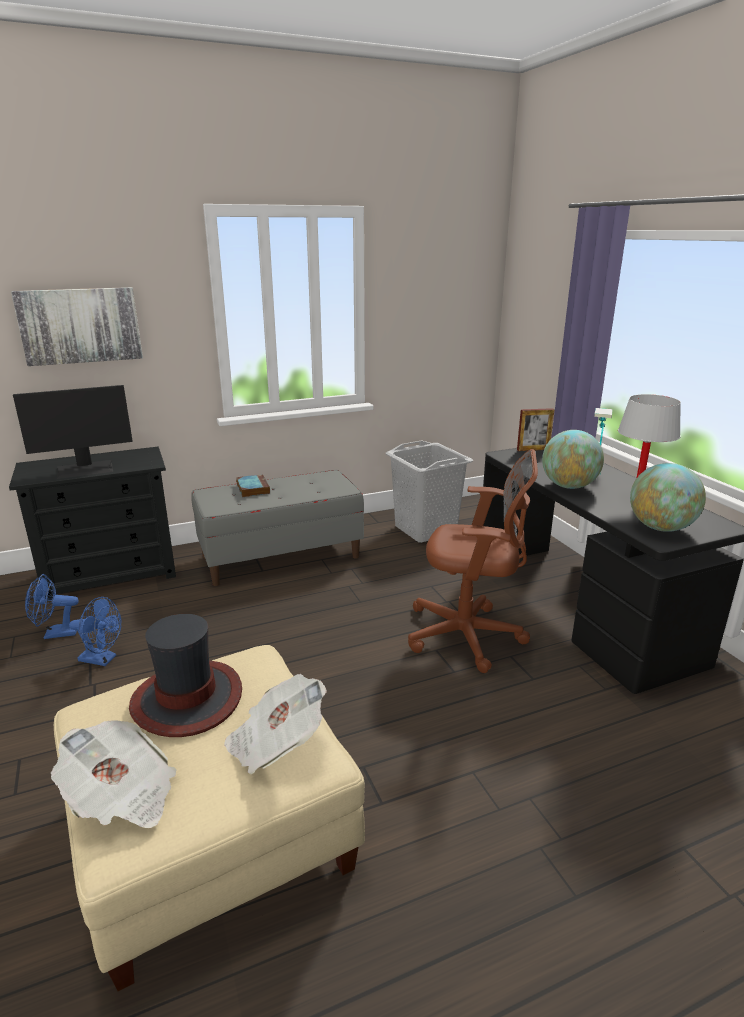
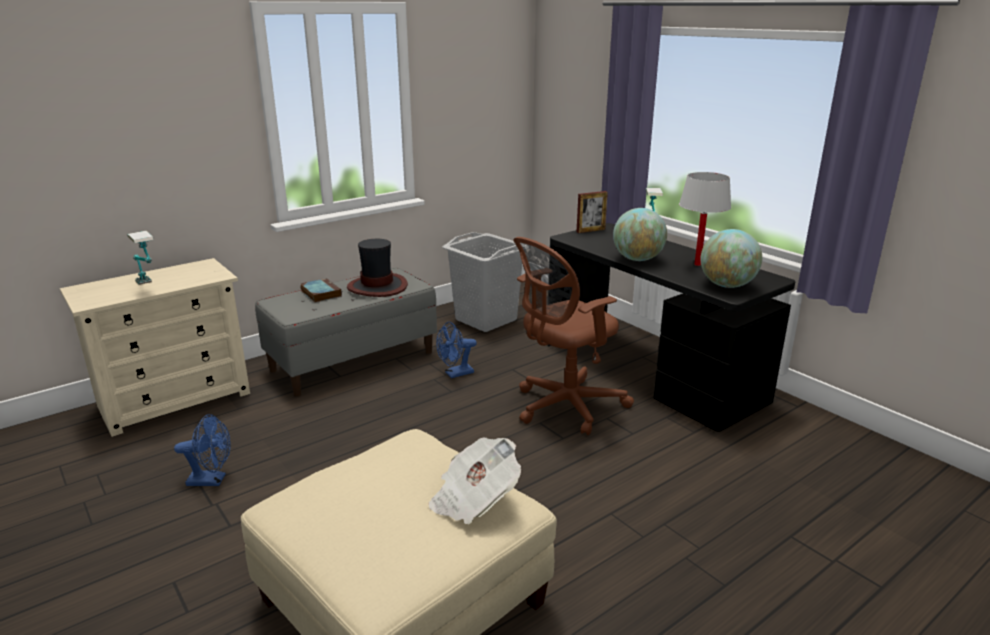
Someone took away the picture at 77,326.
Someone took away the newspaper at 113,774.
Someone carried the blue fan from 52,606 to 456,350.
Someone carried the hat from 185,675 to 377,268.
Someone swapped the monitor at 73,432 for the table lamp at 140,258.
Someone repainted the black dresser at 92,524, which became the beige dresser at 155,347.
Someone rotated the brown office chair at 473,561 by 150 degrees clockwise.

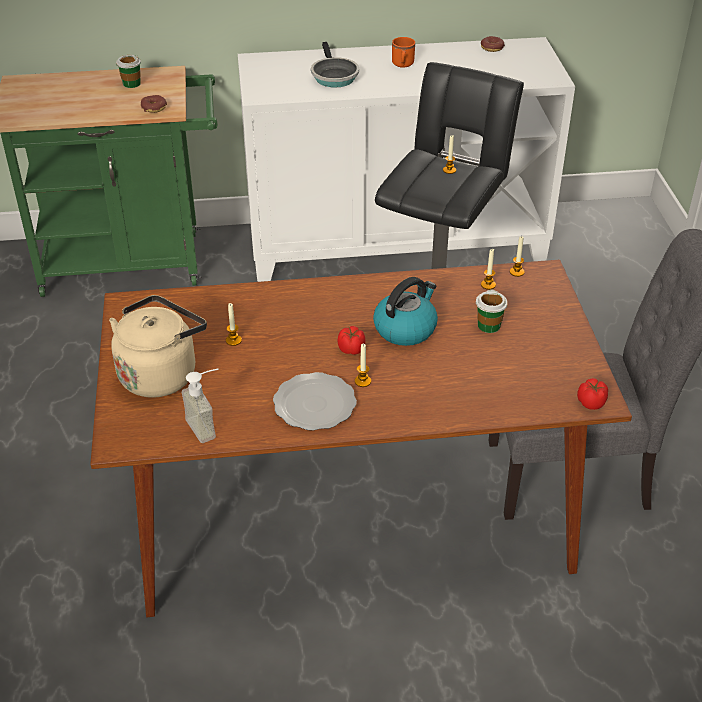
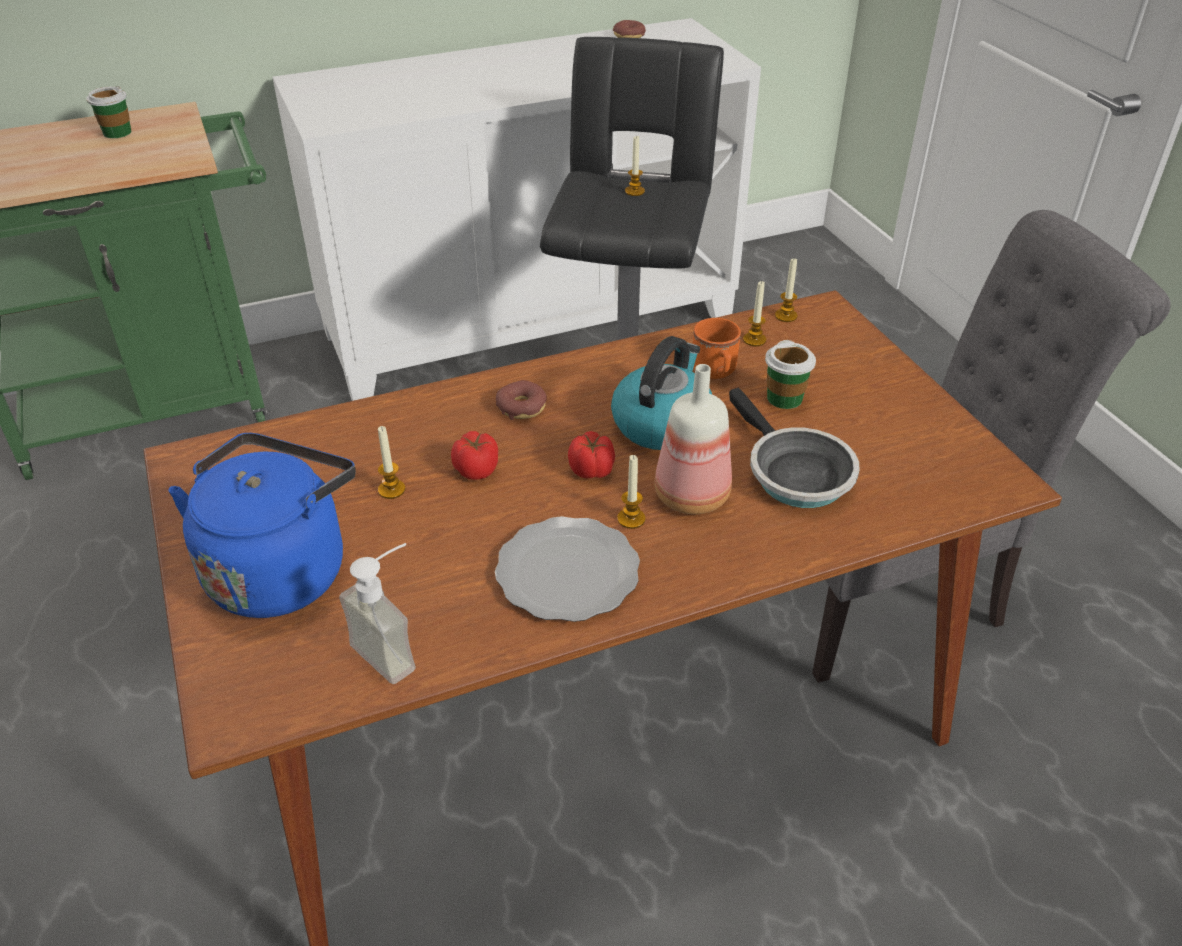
Someone put down the bottle at 693,439.
Someone carried the donut from 154,104 to 521,400.
Someone carried the frying pan from 335,64 to 794,448.
Someone carried the orange mug from 403,52 to 717,348.
Someone carried the tomato from 592,394 to 474,455.
Someone repainted the beige kettle at 158,346, which became the blue kettle at 262,525.

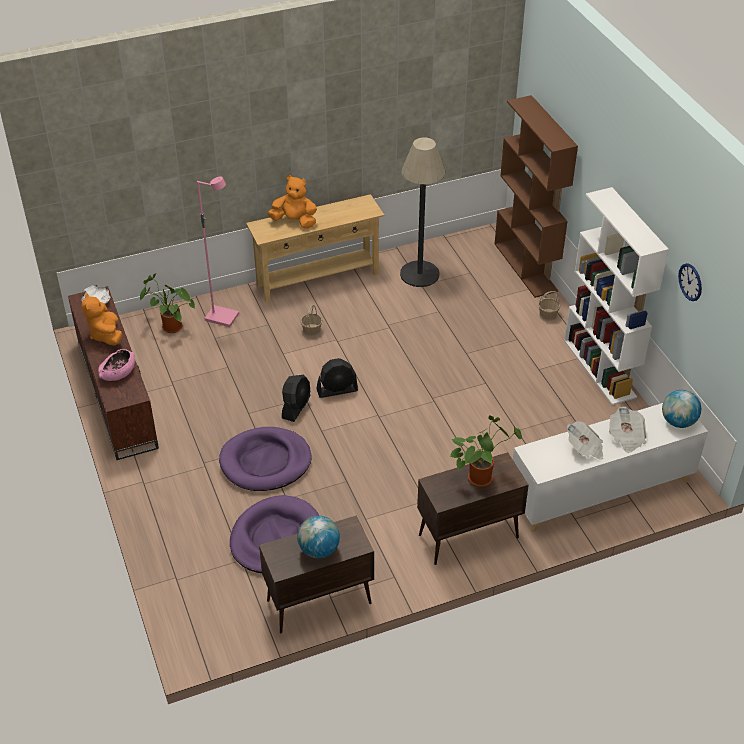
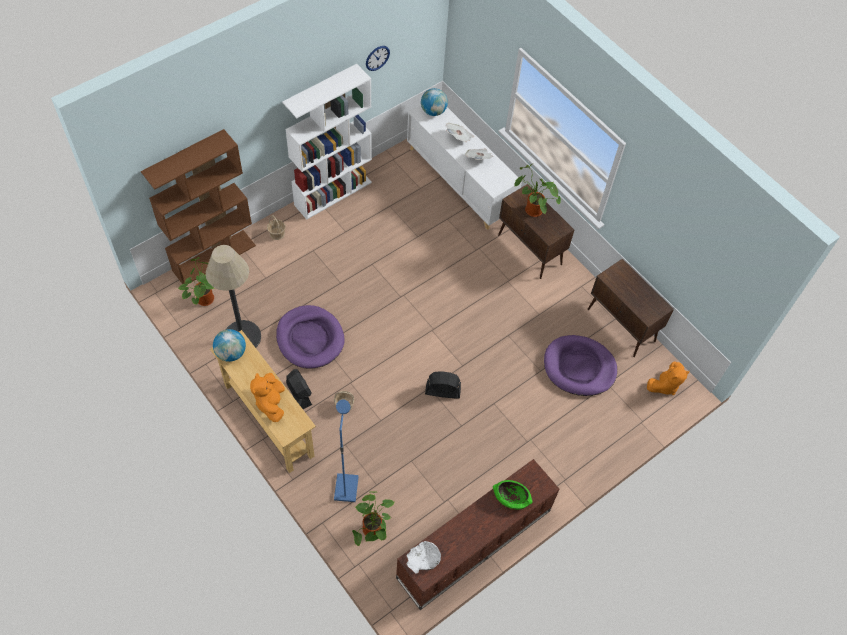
Someone put down the potted plant at 196,281.
Someone carried the orange plush toy from 102,319 to 668,378.
Someone carried the purple dog bed from 265,459 to 310,337.
Someone carried the globe from 318,537 to 229,345.
Someone carried the black fan from 337,378 to 299,389.
Someone repainted the pink bowl at 116,365, which became the green bowl at 513,495.
Someone repainted the pink floor lamp at 218,251, which became the blue floor lamp at 346,450.

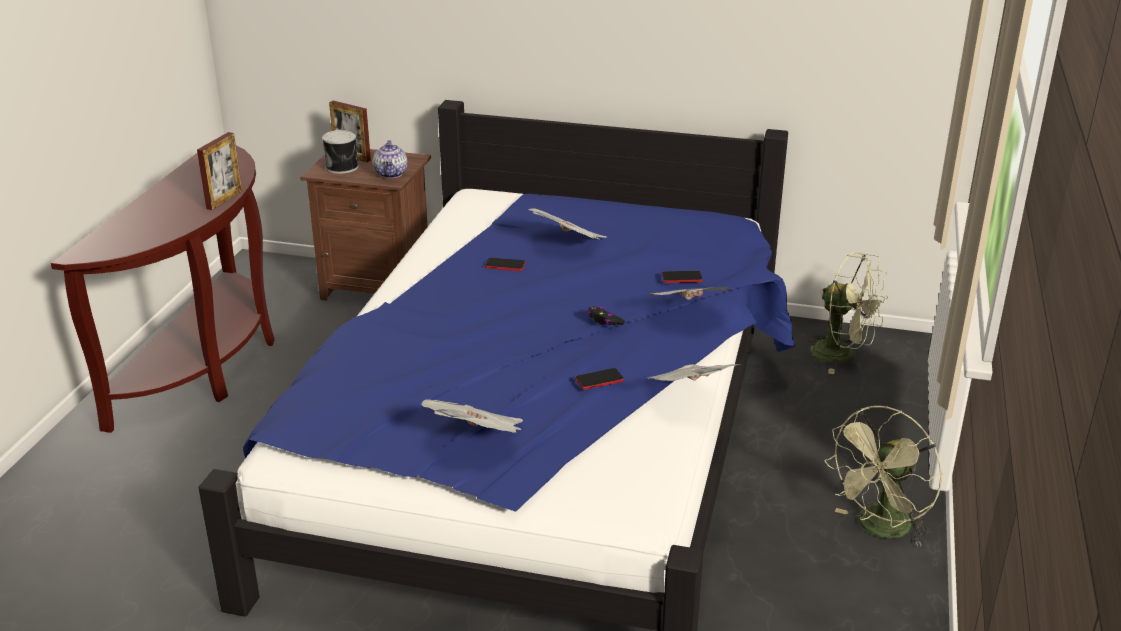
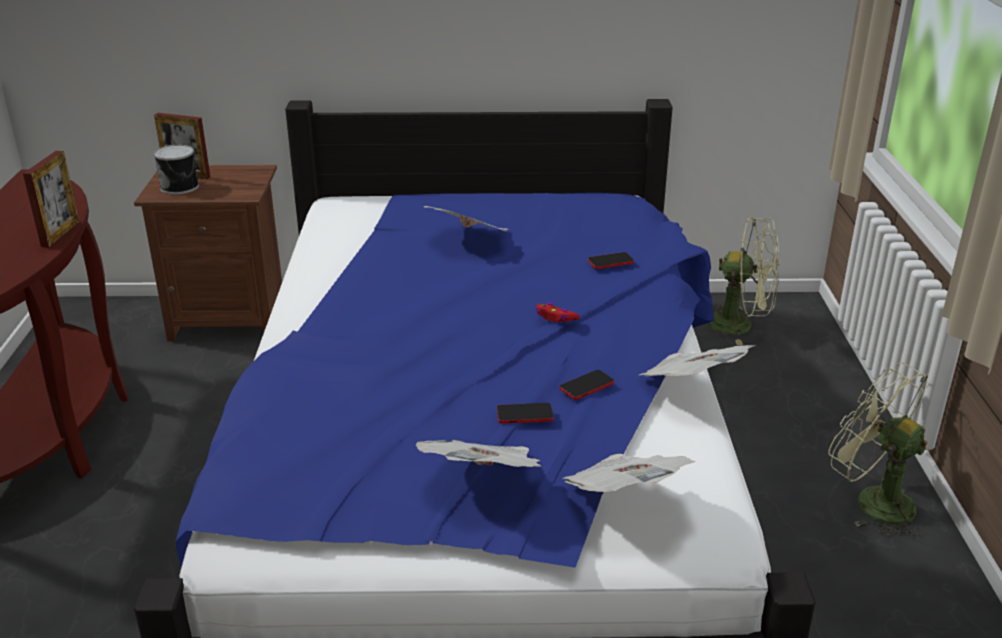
Someone took away the teapot at 390,159.
Someone carried the phone from 505,264 to 525,413.
Someone carried the newspaper from 689,293 to 628,472.
Someone repainted the black game controller at 606,315, which became the red game controller at 557,312.
Someone rotated the green fan at 883,476 by 105 degrees clockwise.

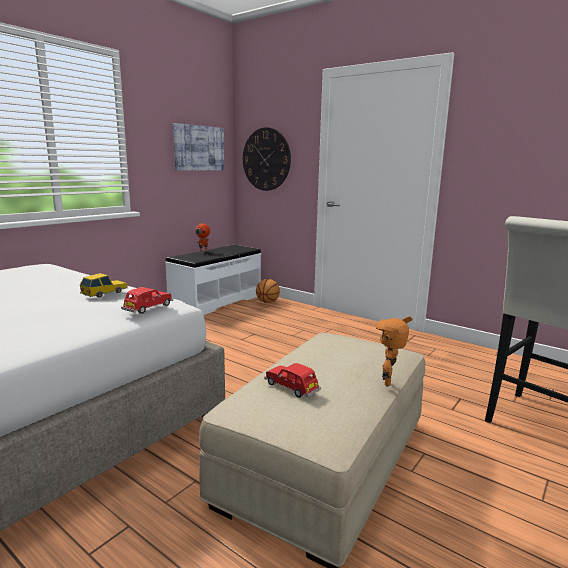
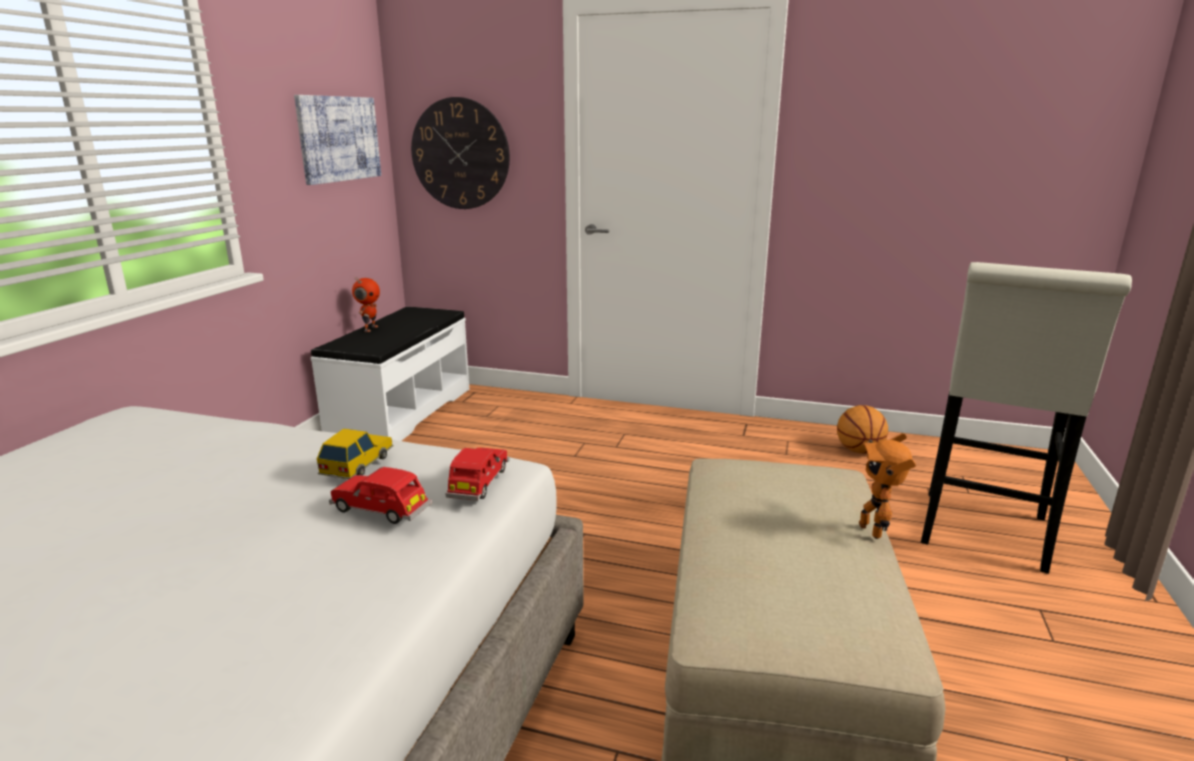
Someone carried the basketball from 268,291 to 862,429.
Someone carried the red toy car from 293,380 to 380,495.

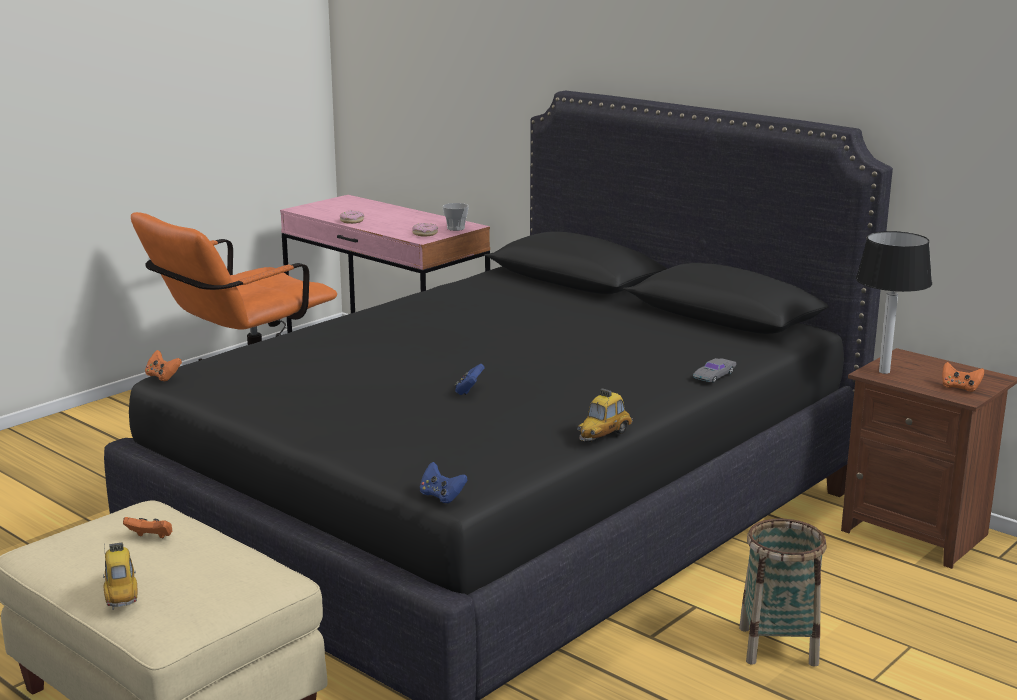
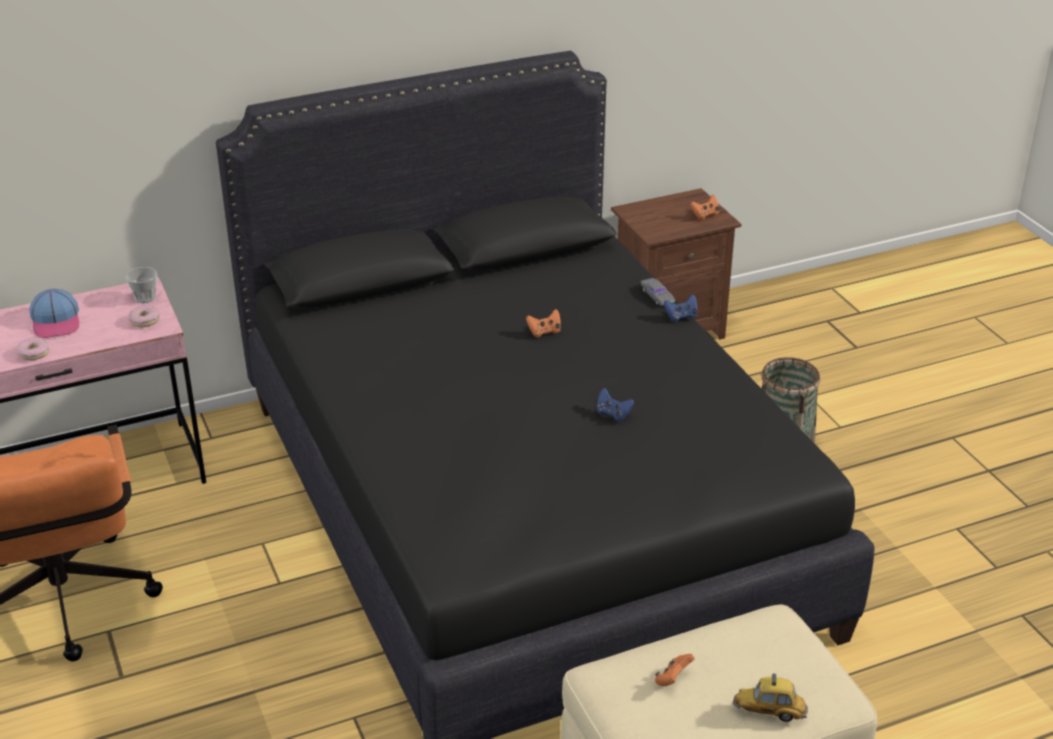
Someone took away the toy car at 605,415.
Someone took away the table lamp at 894,302.
Someone put down the cap at 54,313.
Someone carried the orange game controller from 163,365 to 543,323.
Someone carried the blue game controller from 444,482 to 681,308.

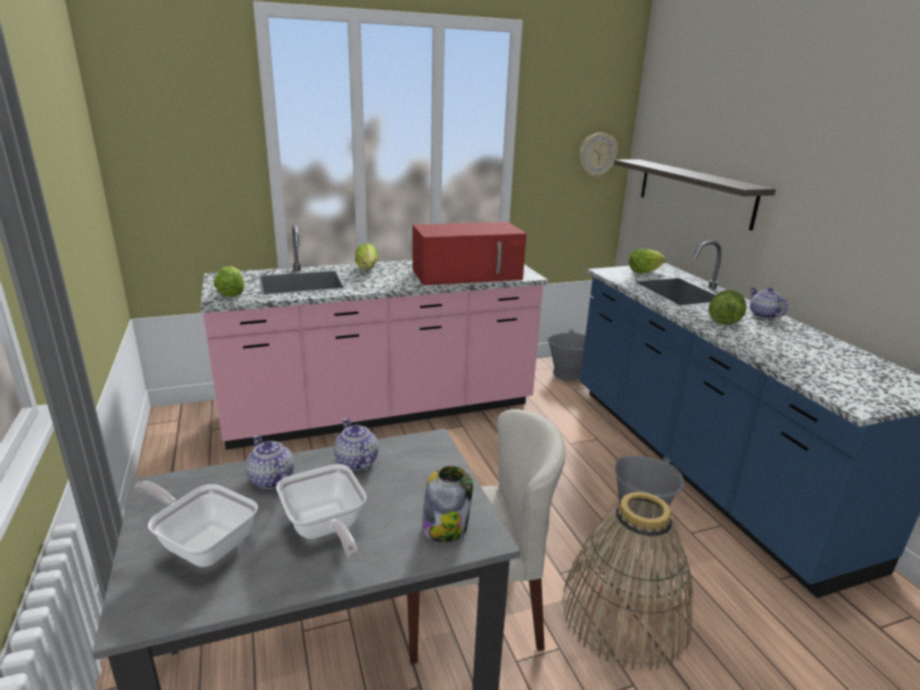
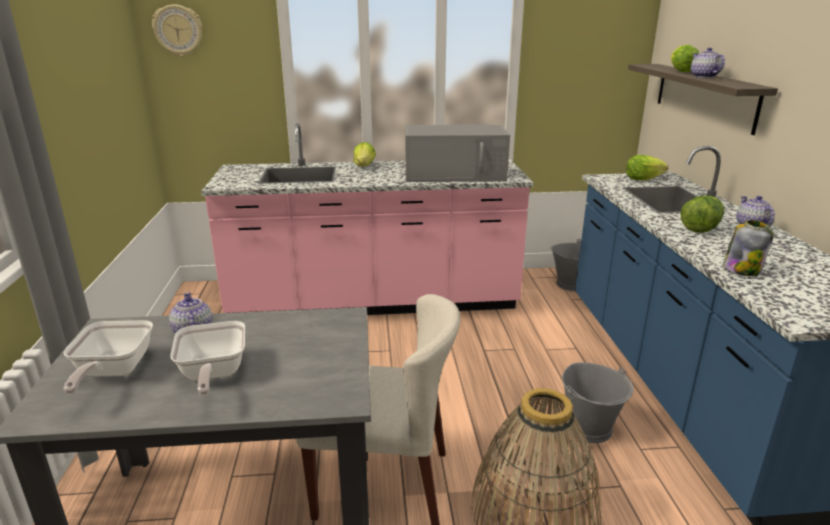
Someone carried the lettuce from 229,281 to 685,58.
Someone carried the teapot from 356,444 to 708,63.
Someone carried the jar from 447,504 to 748,248.
Someone carried the wall clock from 598,155 to 177,31.
Someone repainted the red microwave at 469,253, which became the grey microwave at 457,153.
Someone rotated the frying pan at 196,524 by 135 degrees counterclockwise.

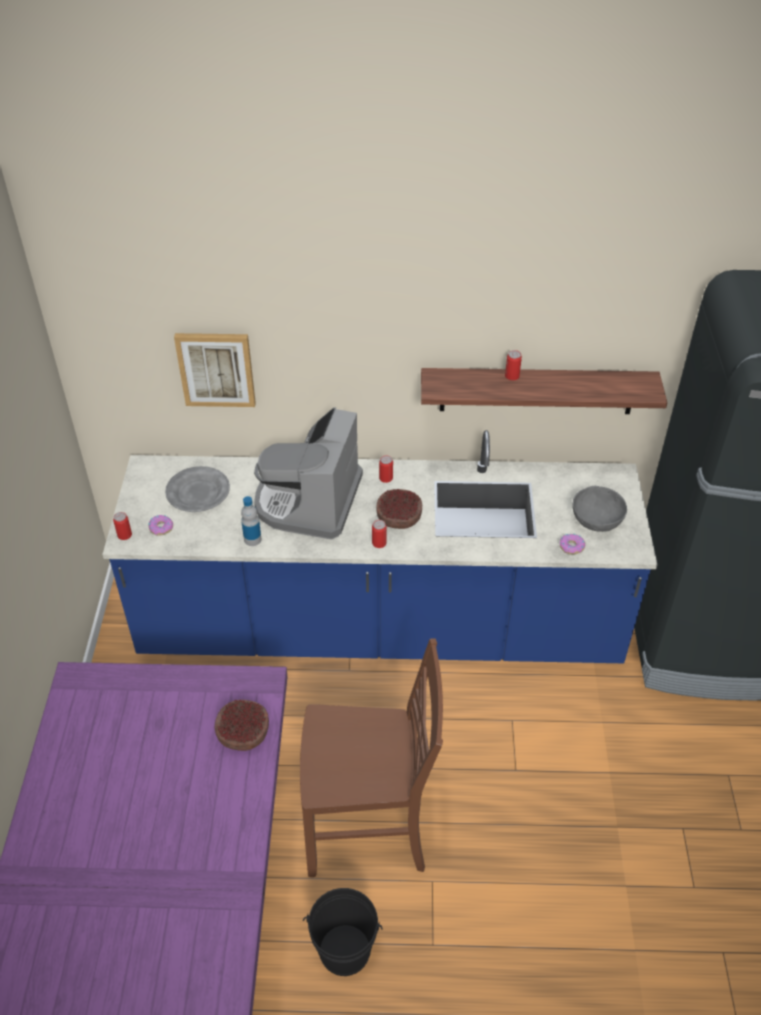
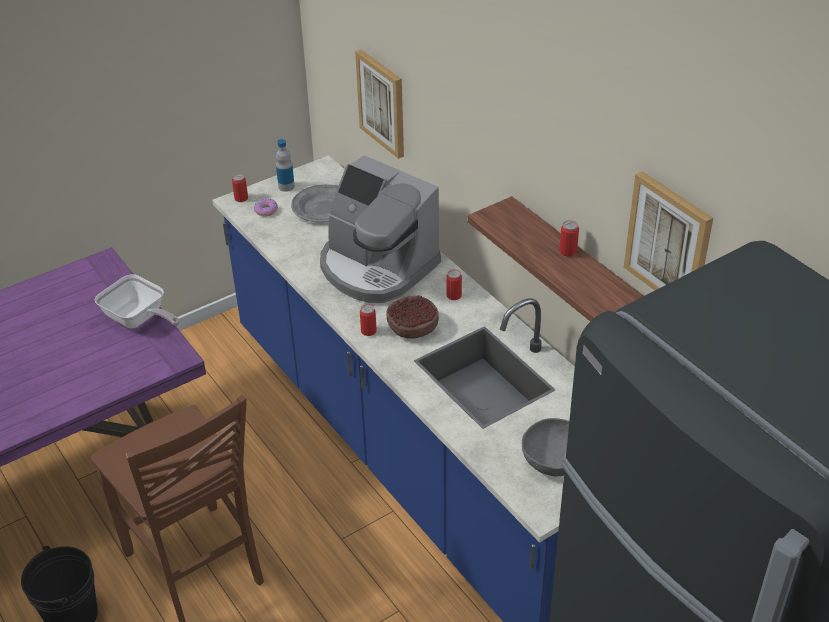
Someone took away the bowl at 242,725.
Someone took away the donut at 572,544.
Someone put down the frying pan at 137,301.
Someone put up the picture at 668,230.
Someone carried the bottle from 251,521 to 285,165.
Someone rotated the coffee machine at 308,473 by 120 degrees counterclockwise.

